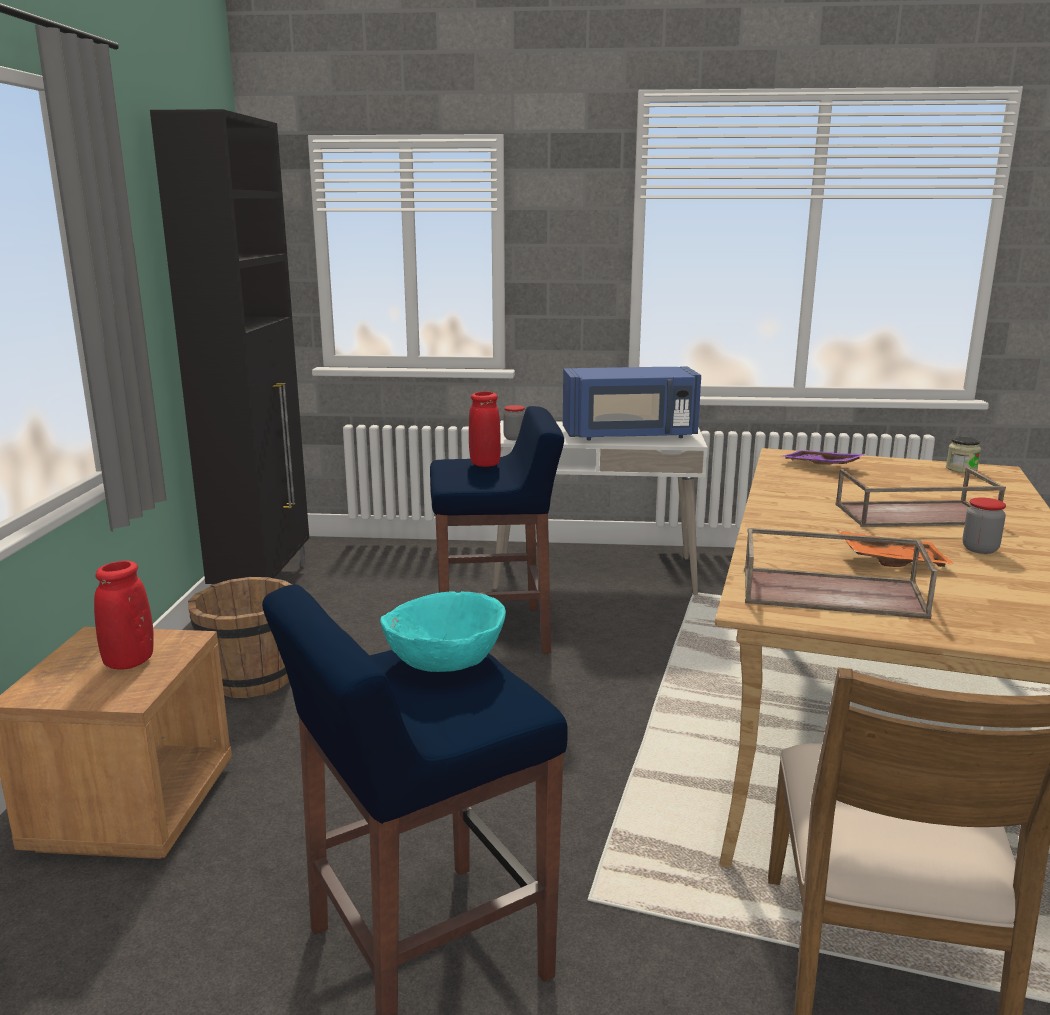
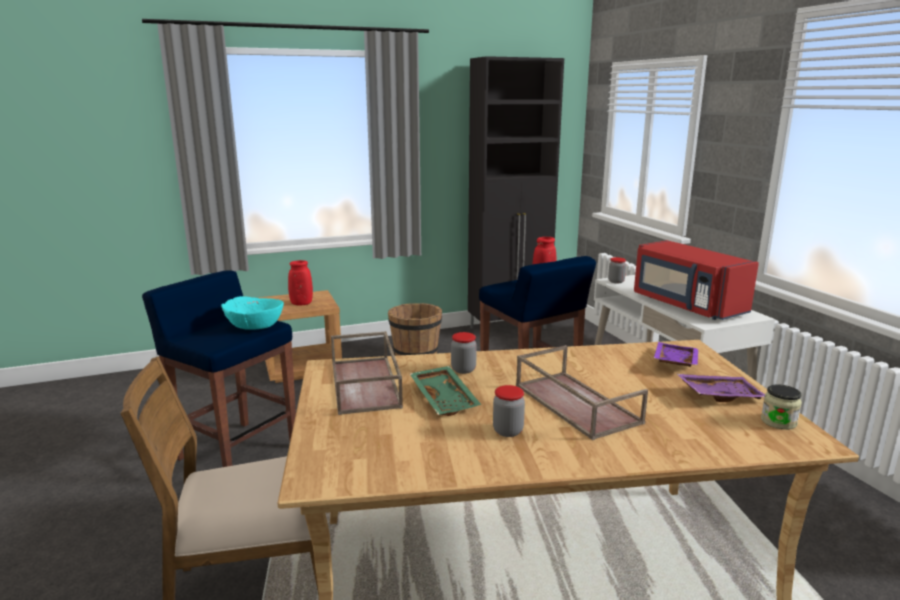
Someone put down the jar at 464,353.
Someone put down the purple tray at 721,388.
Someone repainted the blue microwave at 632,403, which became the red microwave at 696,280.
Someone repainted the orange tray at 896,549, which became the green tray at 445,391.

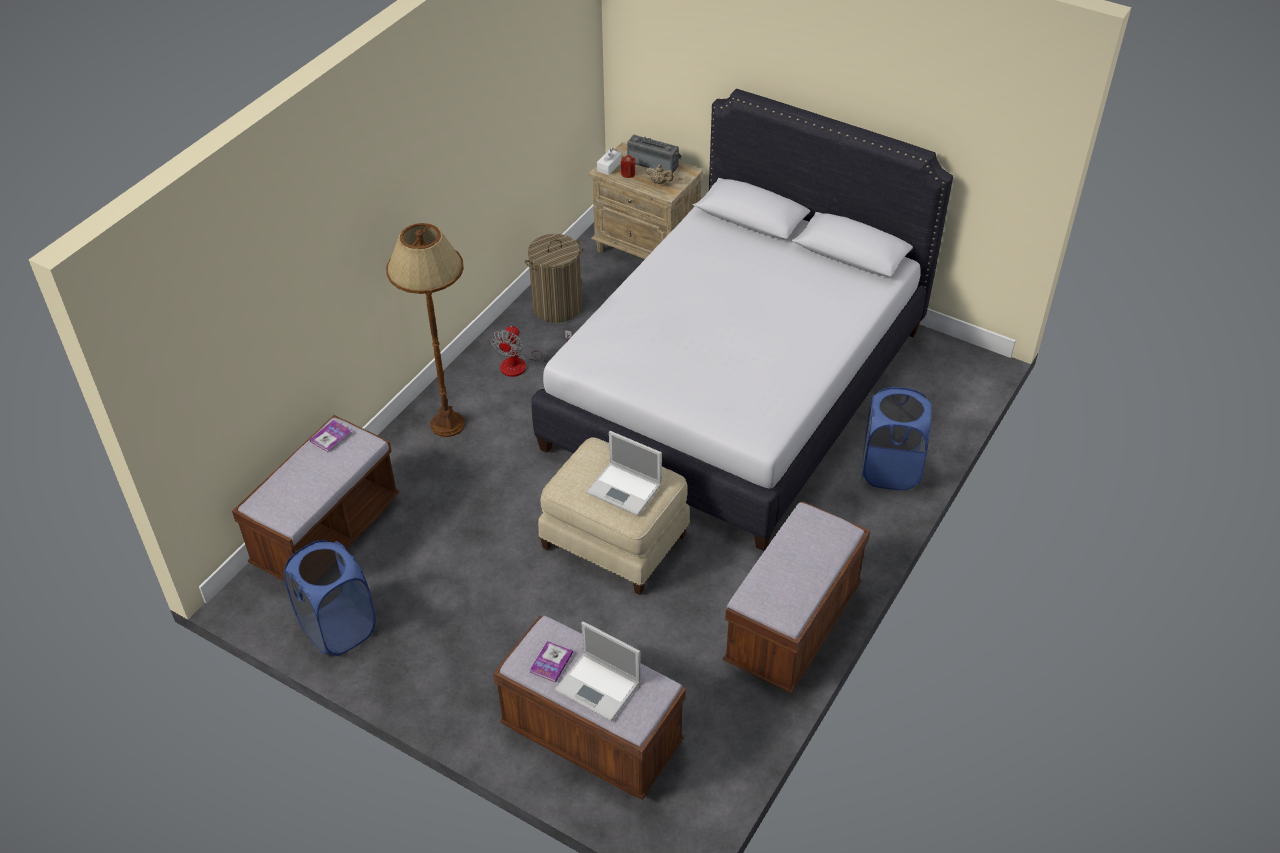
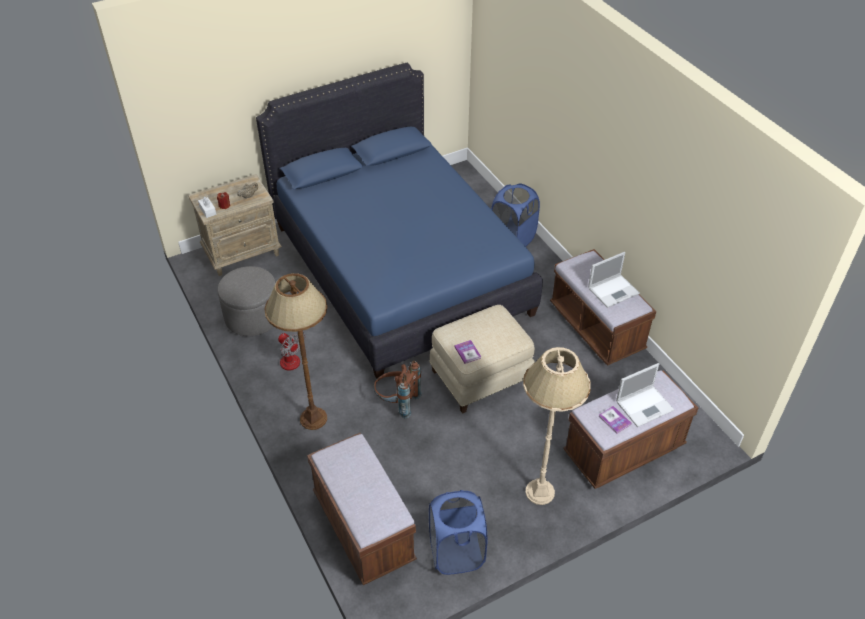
Someone took away the radio at 654,154.
Someone put down the brown backpack at 397,389.
Someone put down the beige floor lamp at 557,426.
Someone carried the book from 331,436 to 467,352.
Someone carried the laptop from 624,473 to 614,280.
Someone swapped the laundry basket at 554,278 for the grey ottoman at 247,301.
Someone repainted the white bed at 742,320, which became the blue bed at 399,221.

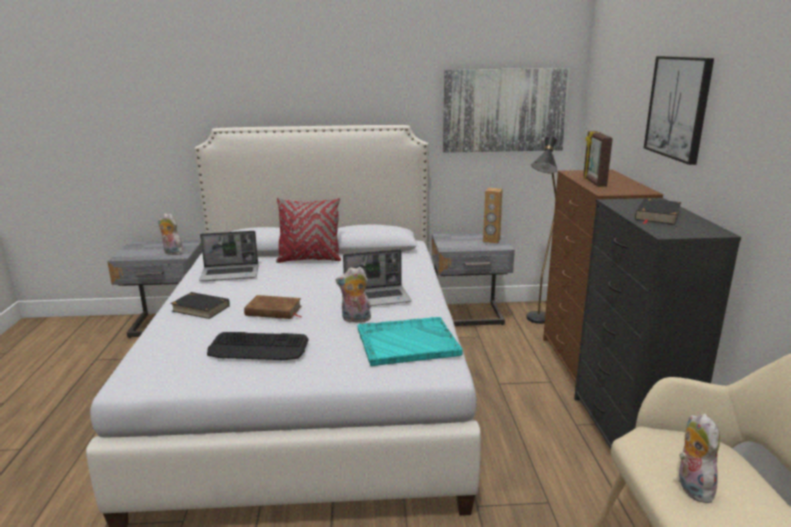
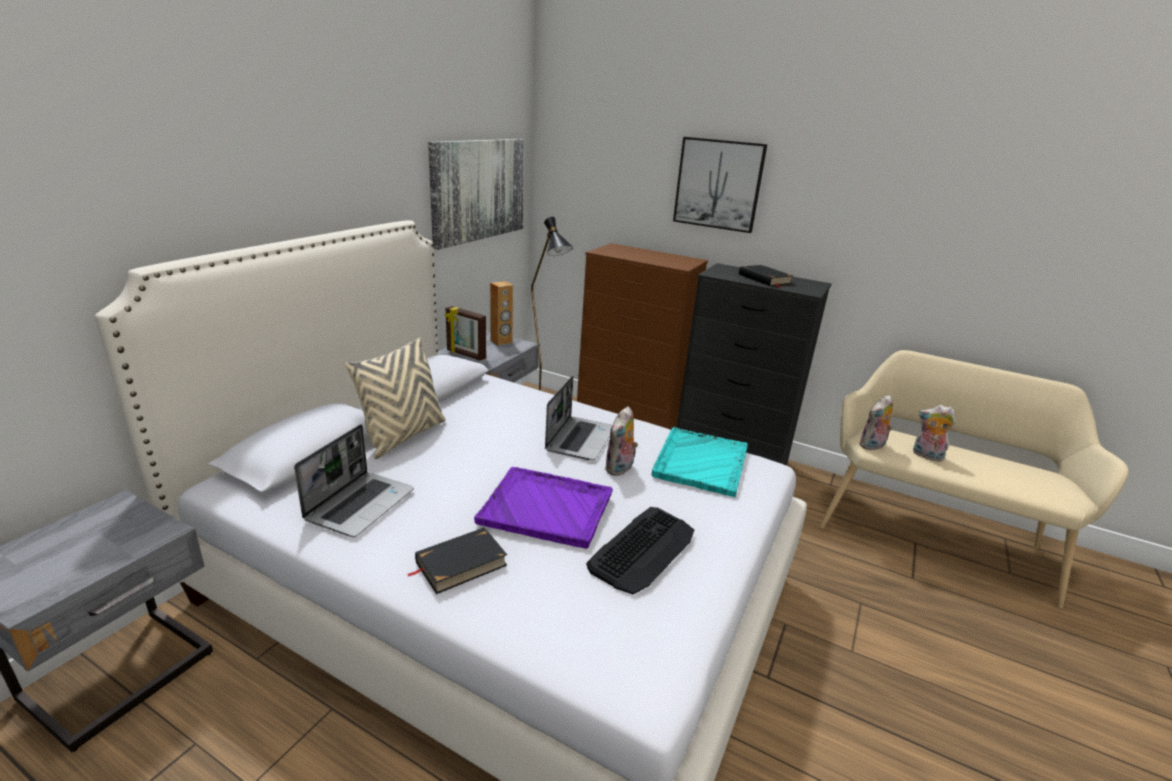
Someone carried the plush toy from 170,234 to 876,423.
Someone carried the picture frame from 598,159 to 465,333.
Someone swapped the brown book at 273,307 for the purple tray at 543,508.
Someone repainted the red pillow at 308,230, which became the beige pillow at 395,398.

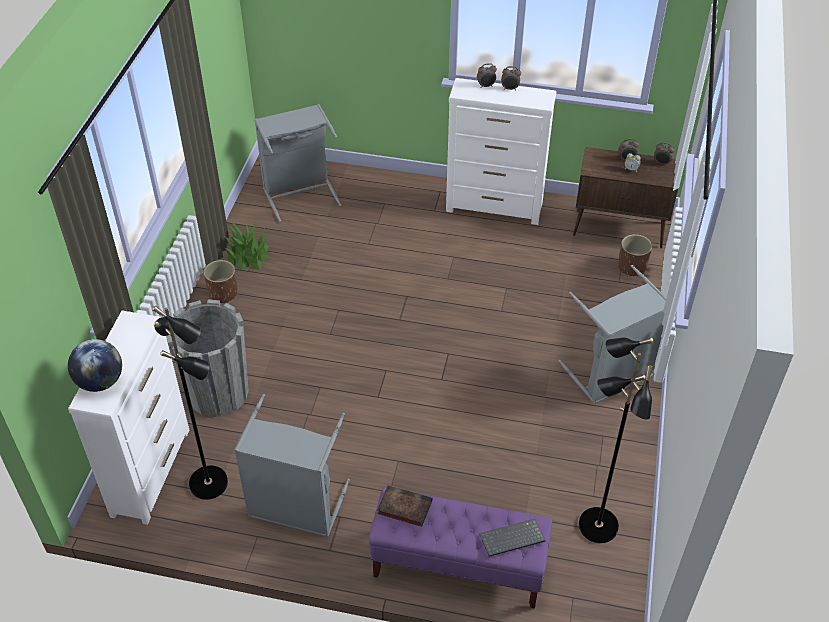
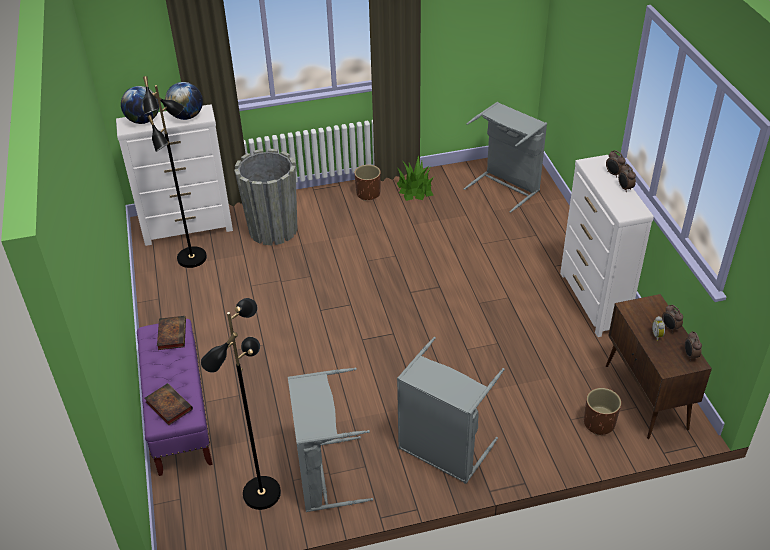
Someone put down the globe at 184,101.
Someone carried the grey laundry basket from 292,465 to 330,439.
Someone swapped the keyboard at 513,538 for the book at 169,404.

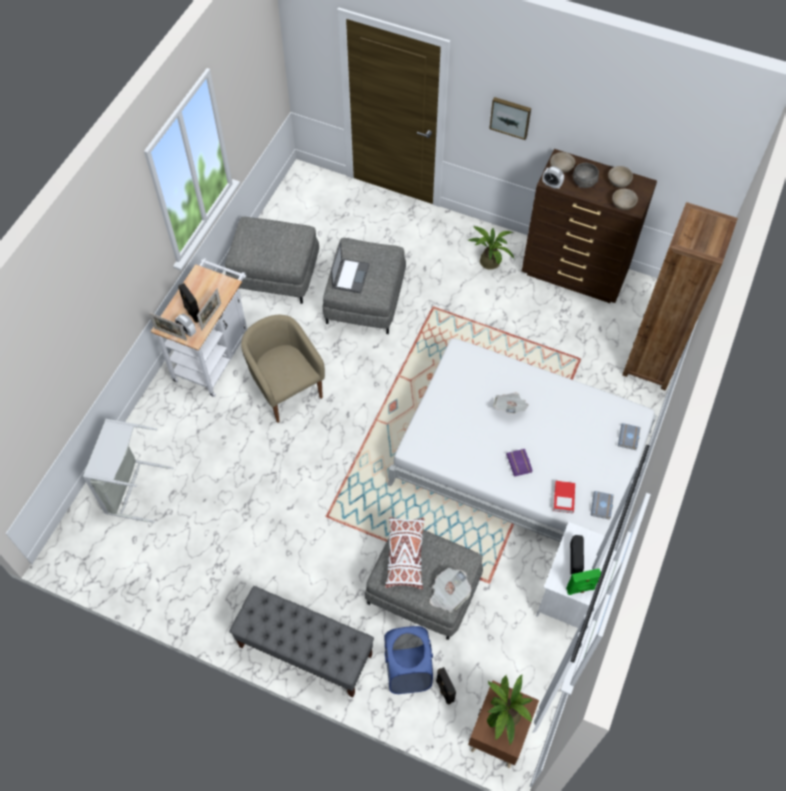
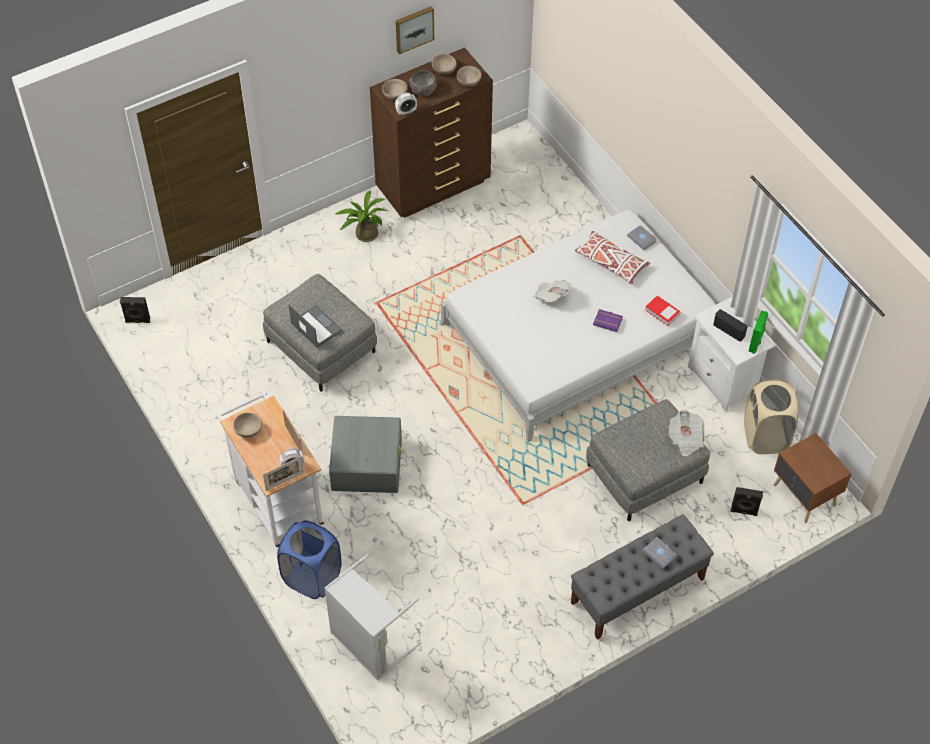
Someone took away the grey ottoman at 272,260.
Someone took away the potted plant at 510,709.
Someone took away the brown bookcase at 680,296.
Someone put down the beige bowl at 247,425.
Someone put down the beige laundry basket at 771,416.
Someone carried the black speaker from 188,303 to 135,310.
Someone carried the white pillow from 405,553 to 612,257.
Someone carried the blue laundry basket from 409,660 to 309,559.
Someone carried the picture from 510,118 to 415,30.
Someone carried the grey book from 602,505 to 659,553.
Someone swapped the beige armchair at 283,369 for the grey storage box at 365,454.

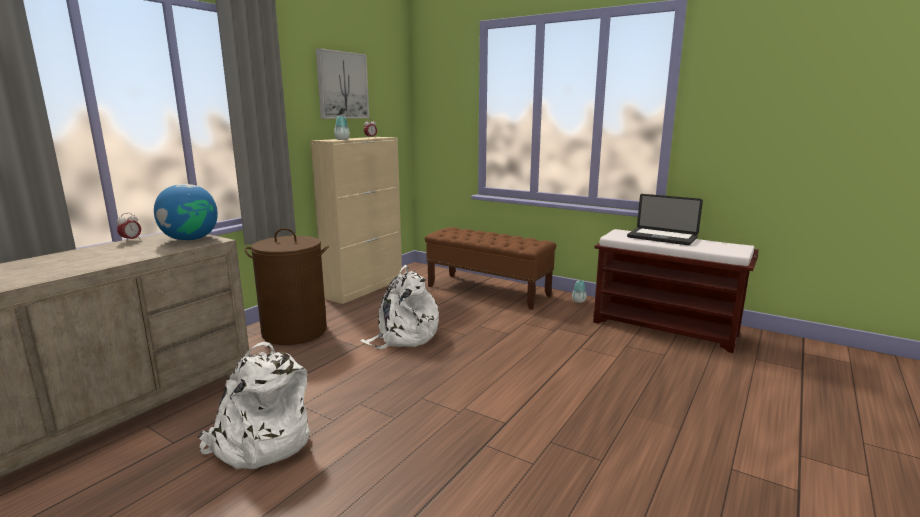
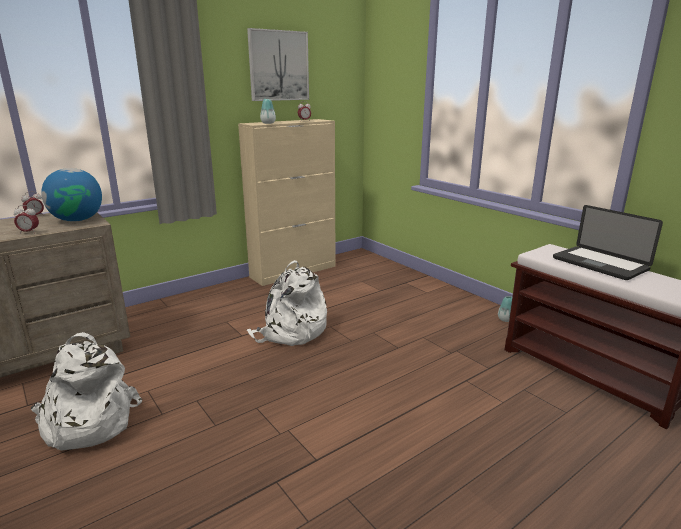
Someone took away the brown laundry basket at 287,286.
Someone took away the brown bench at 491,268.
Someone put down the alarm clock at 26,219.

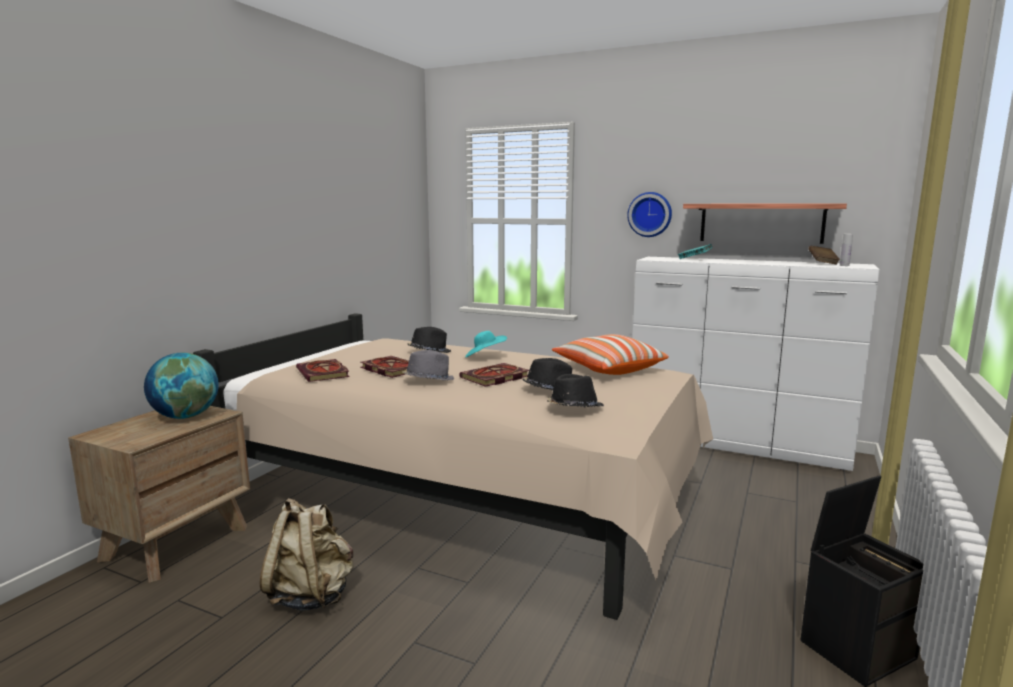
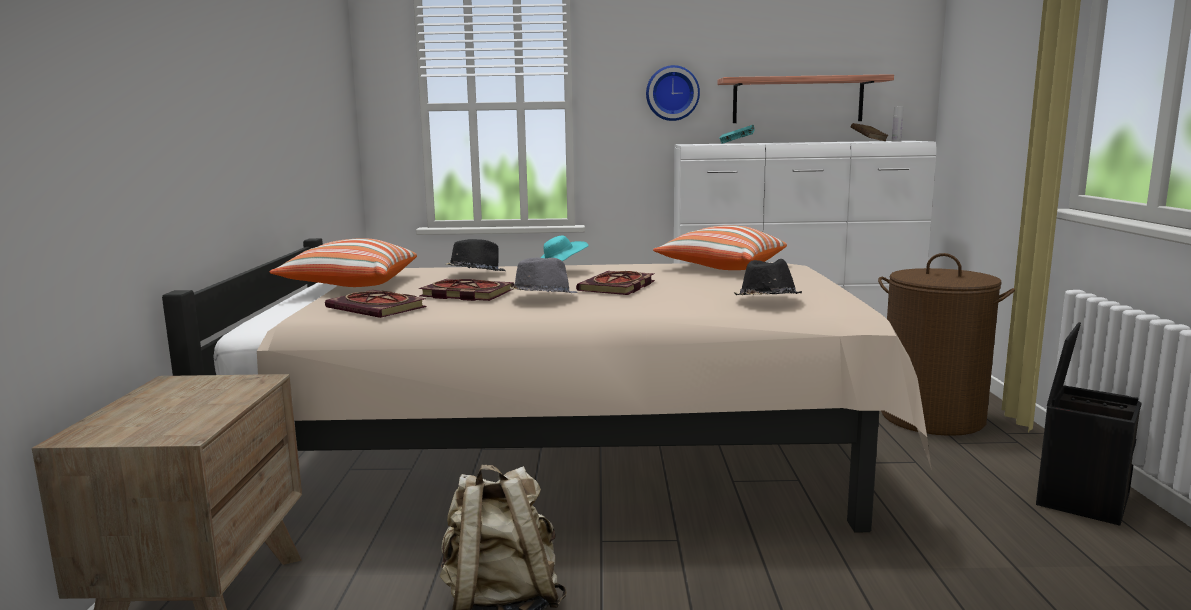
Someone took away the globe at 181,386.
Someone took away the black hat at 547,374.
Someone put down the pillow at 343,262.
Someone put down the brown laundry basket at 946,344.

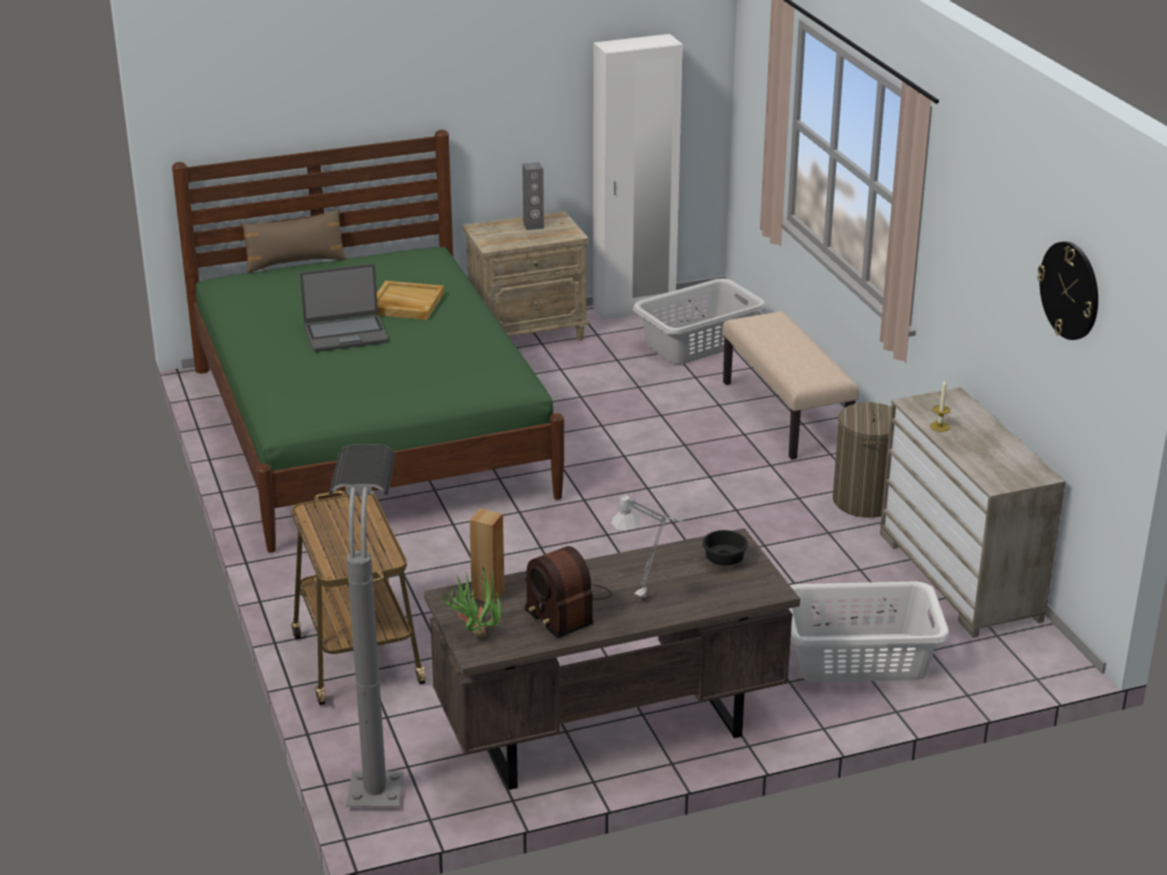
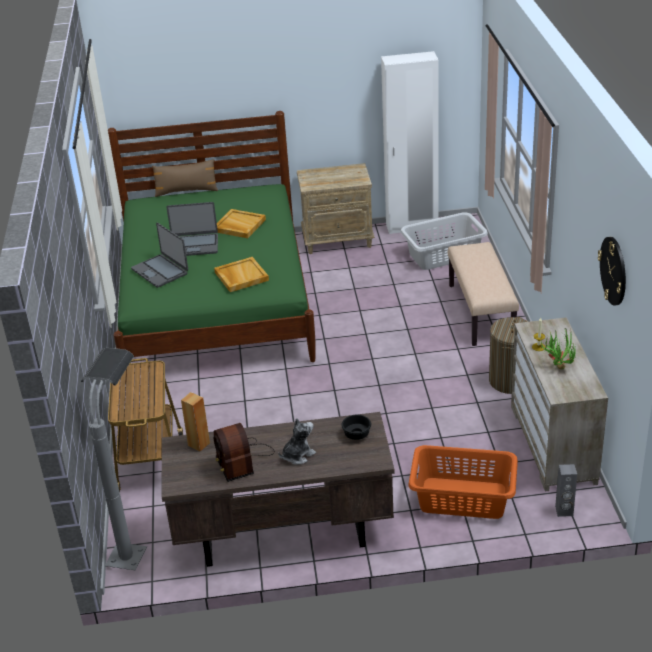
Someone put down the laptop at 159,255.
Someone put down the beige tray at 241,274.
Someone carried the potted plant from 471,602 to 558,348.
Someone carried the grey speaker from 533,196 to 566,490.
Someone swapped the grey table lamp at 646,546 for the plush toy at 297,441.
Someone repainted the white laundry basket at 869,631, which became the orange laundry basket at 463,482.

